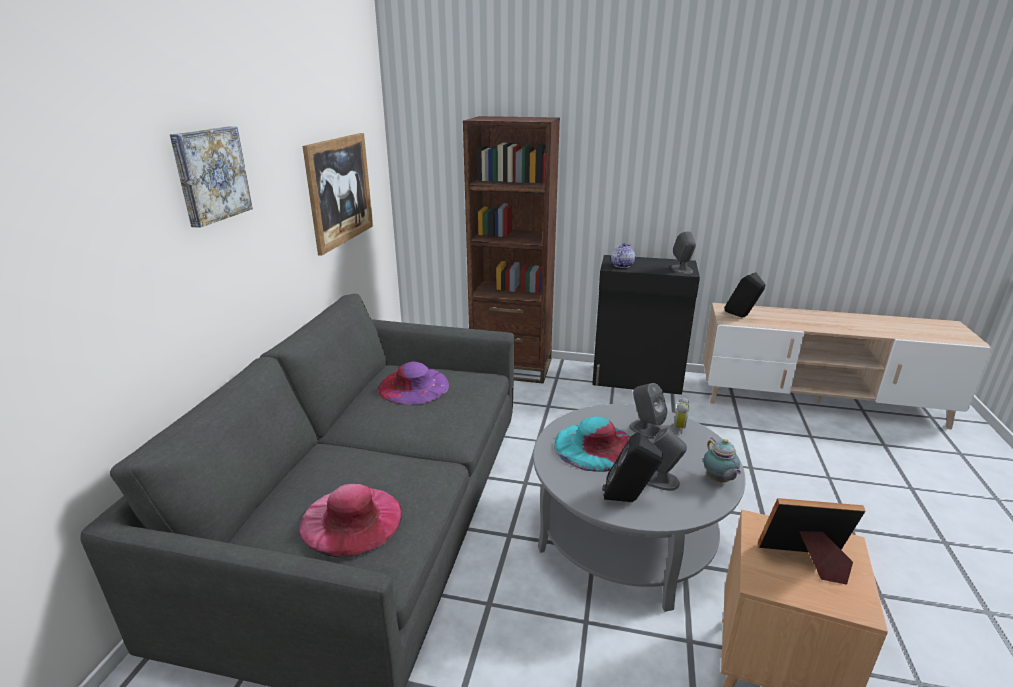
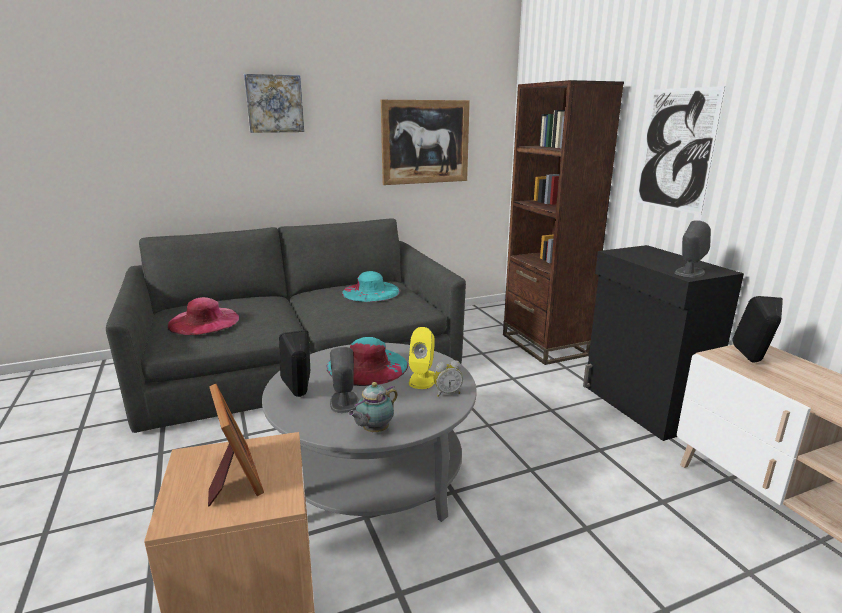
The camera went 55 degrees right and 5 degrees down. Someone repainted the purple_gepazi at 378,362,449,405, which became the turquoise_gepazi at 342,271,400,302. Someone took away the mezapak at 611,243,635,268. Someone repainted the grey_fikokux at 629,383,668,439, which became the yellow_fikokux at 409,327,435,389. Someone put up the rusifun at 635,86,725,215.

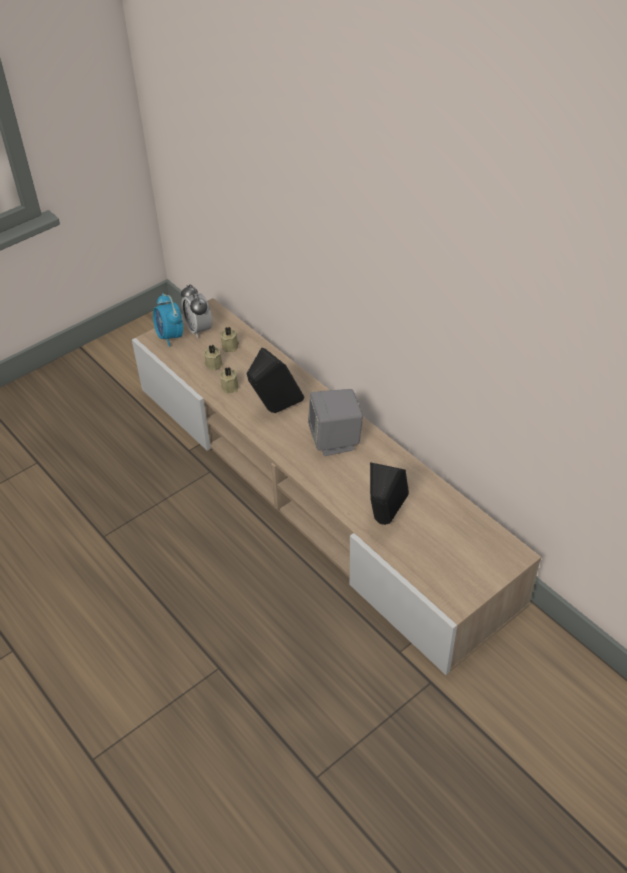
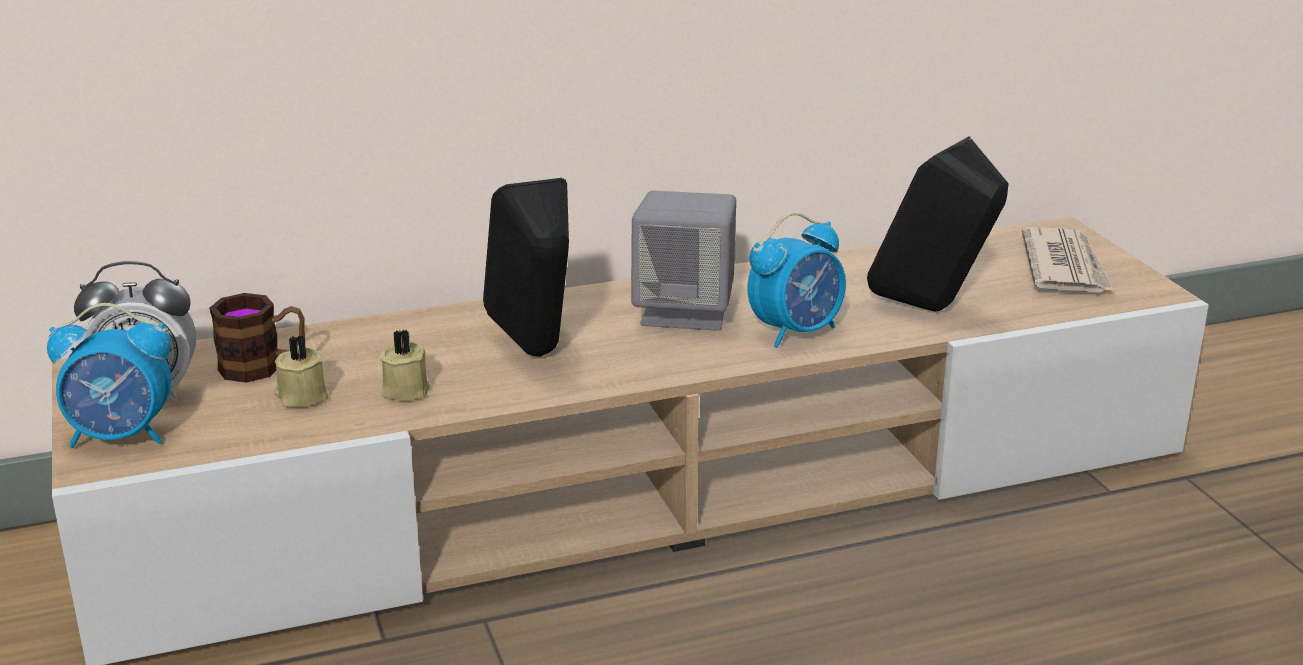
The camera went 70 degrees left and 20 degrees down. Someone swapped the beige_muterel at 220,327,239,352 for the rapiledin at 209,293,305,383. Someone put down the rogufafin at 747,212,846,348. Someone put down the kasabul at 1022,227,1114,292.

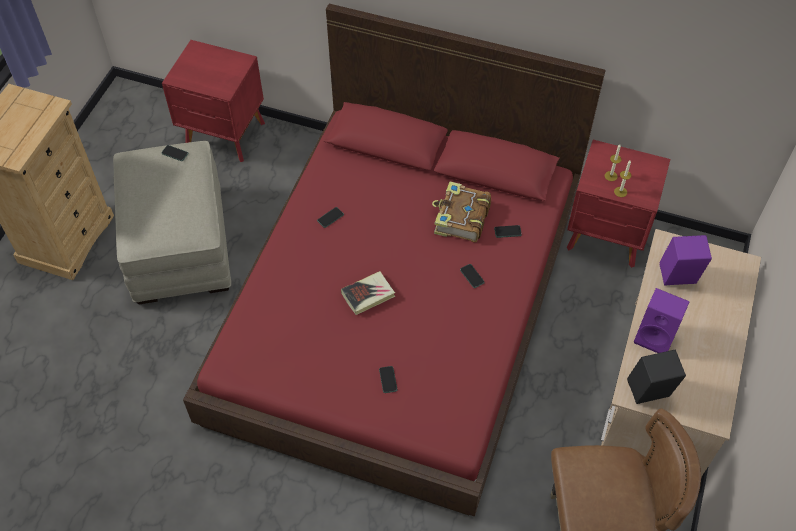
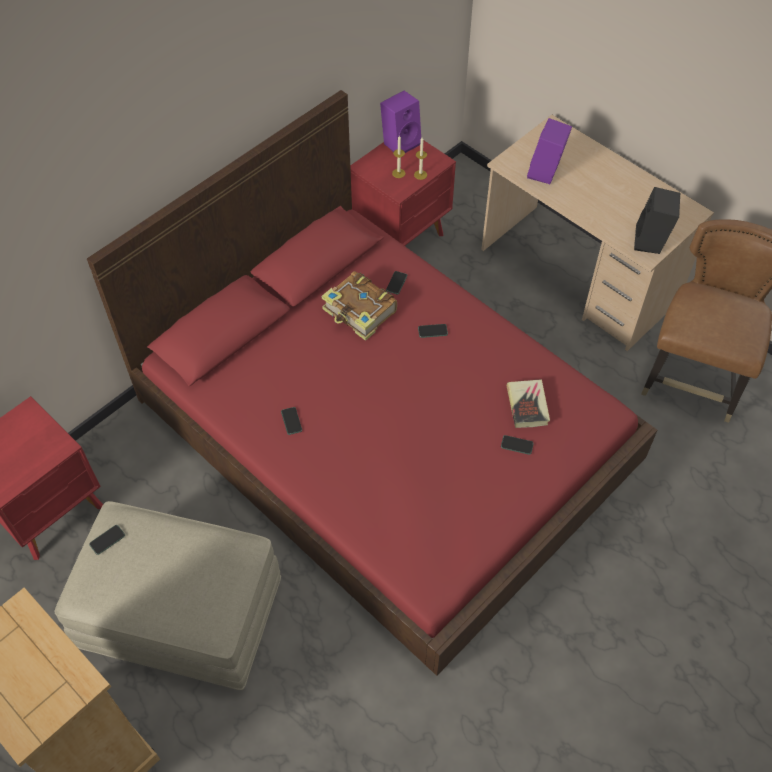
The camera went 65 degrees left and 0 degrees up. Someone carried the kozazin from 341,271,395,315 to 507,379,550,428. Someone carried the purple_fikokux from 634,288,690,353 to 380,91,421,153.

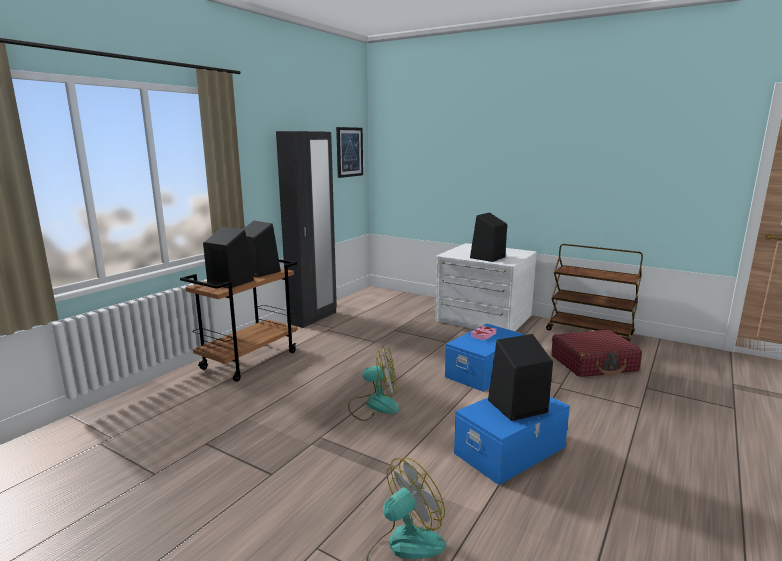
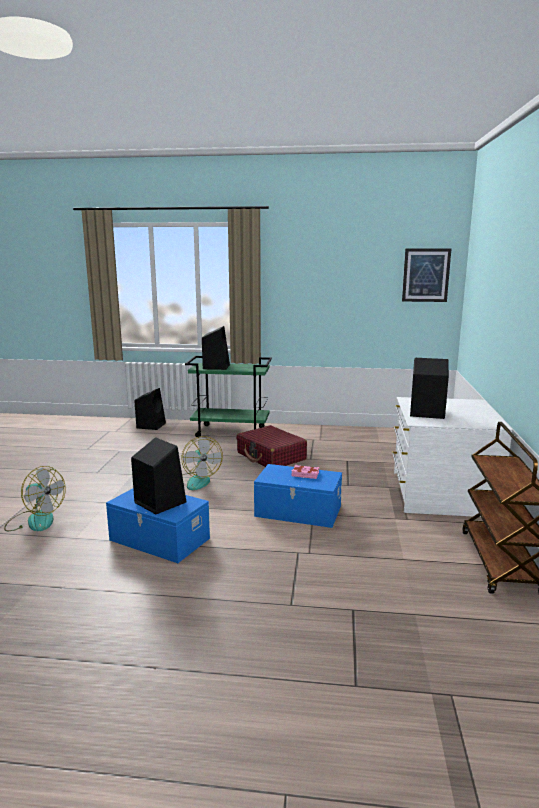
The camera went 65 degrees right and 0 degrees up. Someone repainted the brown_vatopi at 180,259,297,382, which became the green_vatopi at 185,356,272,438. Someone carried the black_fikokux from 243,221,281,278 to 134,388,166,430. Someone took away the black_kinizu at 276,131,337,328. Someone carried the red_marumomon from 551,330,642,377 to 236,425,307,467.

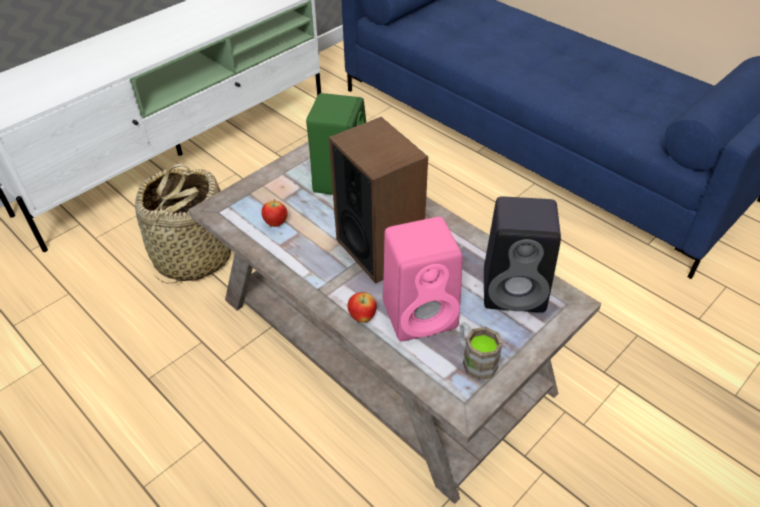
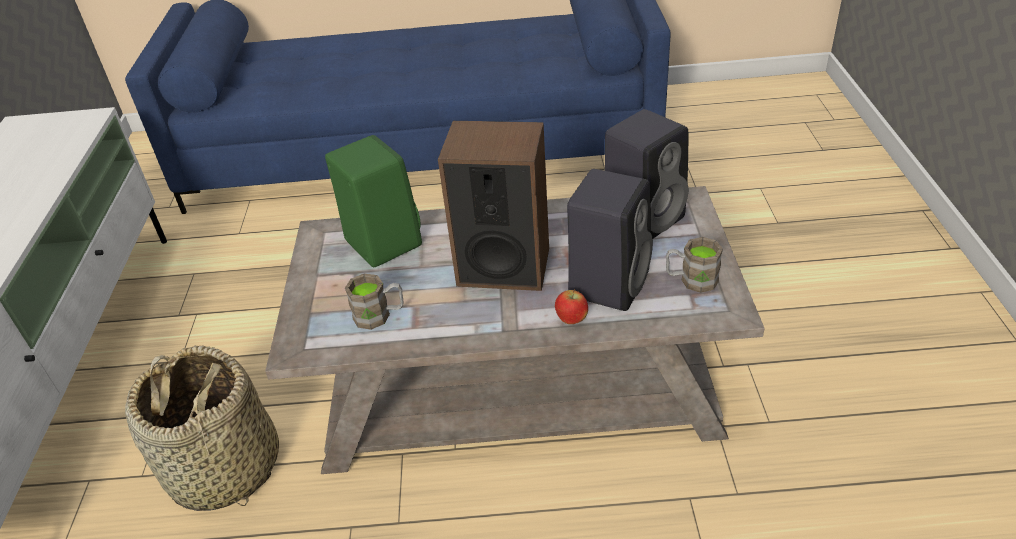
The camera went 45 degrees left and 5 degrees down. Someone swapped the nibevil at 261,199,288,227 for the brown_rapiledin at 345,273,404,330. Someone repainted the pink_fikokux at 383,217,463,341, which became the black_fikokux at 567,169,653,311.

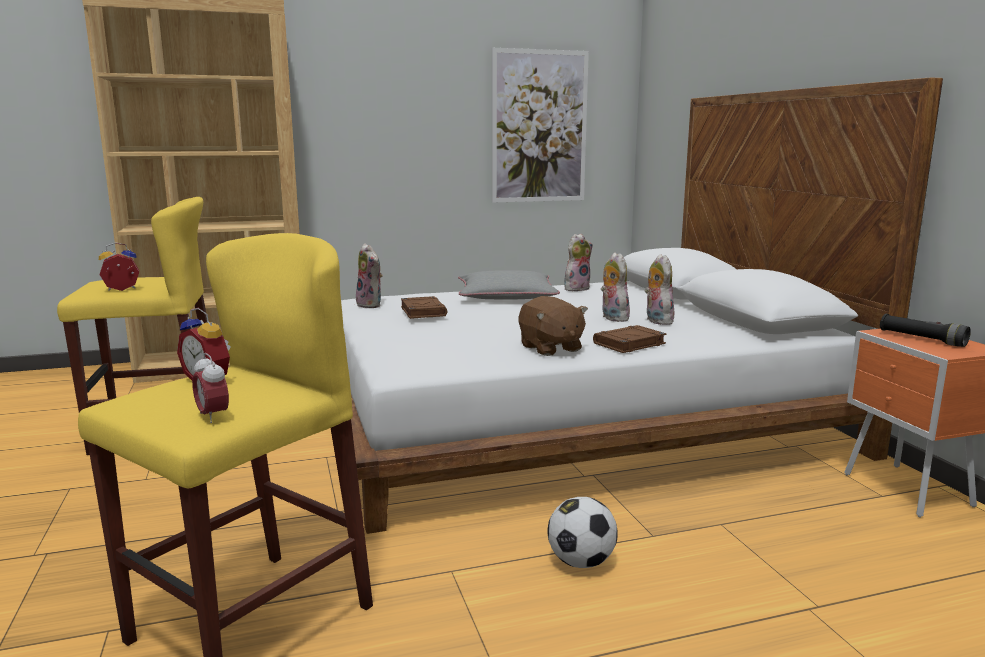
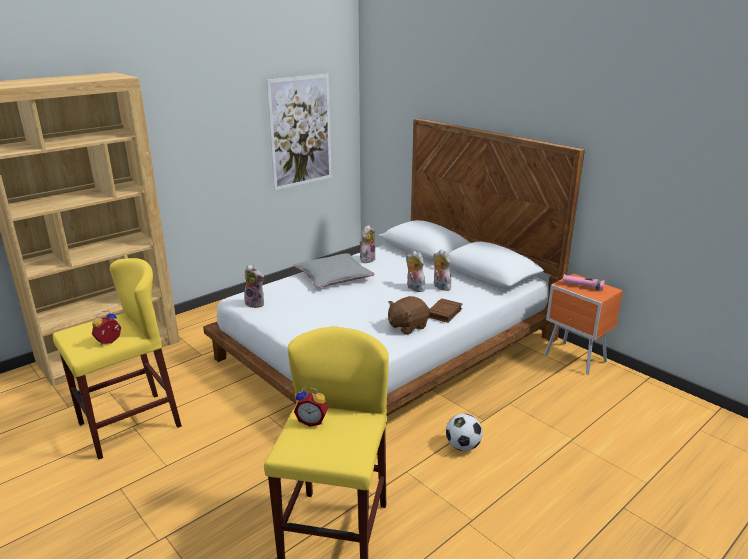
The camera went 25 degrees left and 10 degrees up. Someone took away the rogufafin at 192,353,229,423. Someone took away the brown_kozazin at 401,296,447,319. Someone rotated the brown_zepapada at 518,296,588,356 by 105 degrees clockwise. Someone repainted the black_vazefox at 880,314,971,347, which became the pink_vazefox at 563,274,605,291.

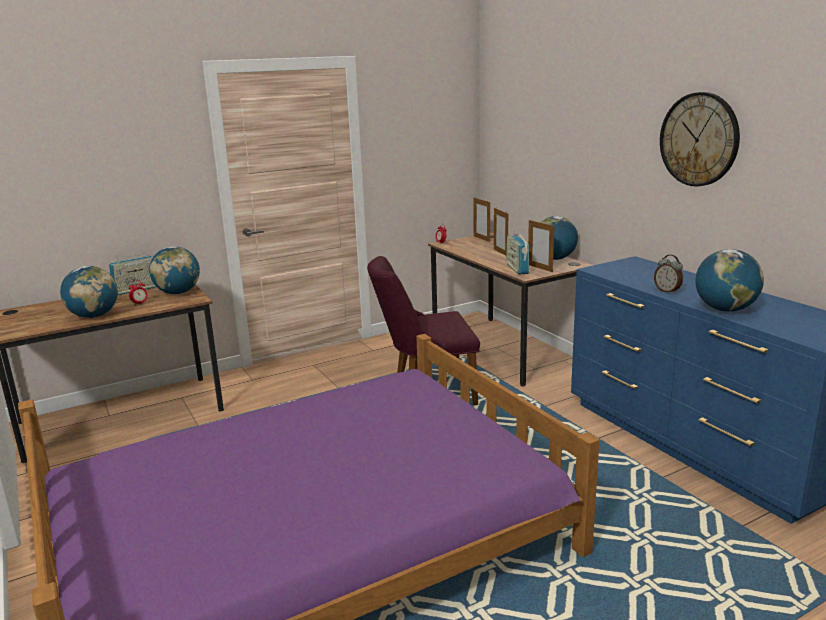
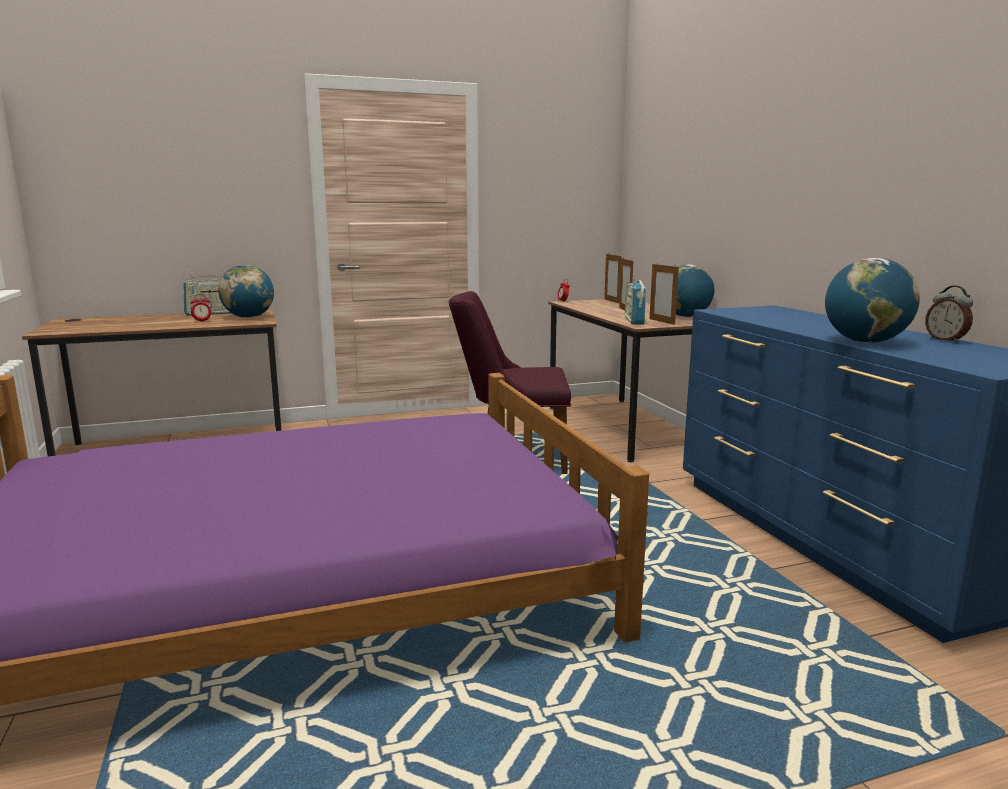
The camera went 10 degrees right and 5 degrees down. Someone took away the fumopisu at 60,266,118,318. Someone carried the rogufafin from 654,255,683,294 to 925,286,973,343. Someone took away the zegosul at 660,92,740,186.

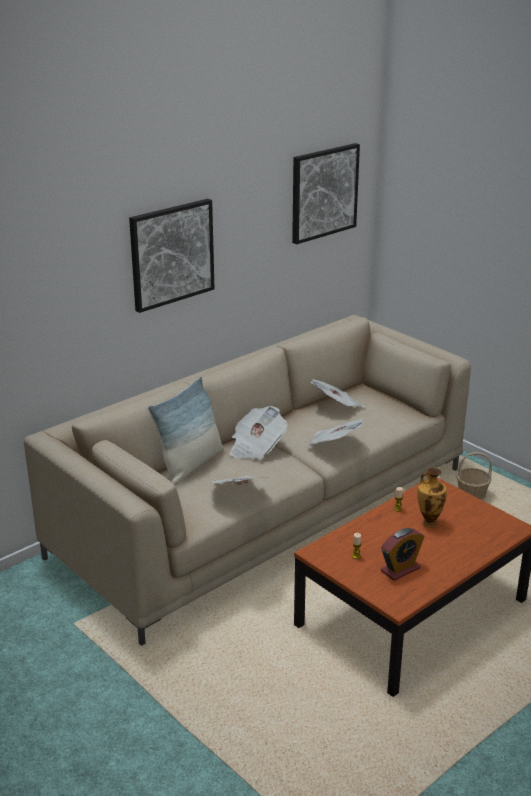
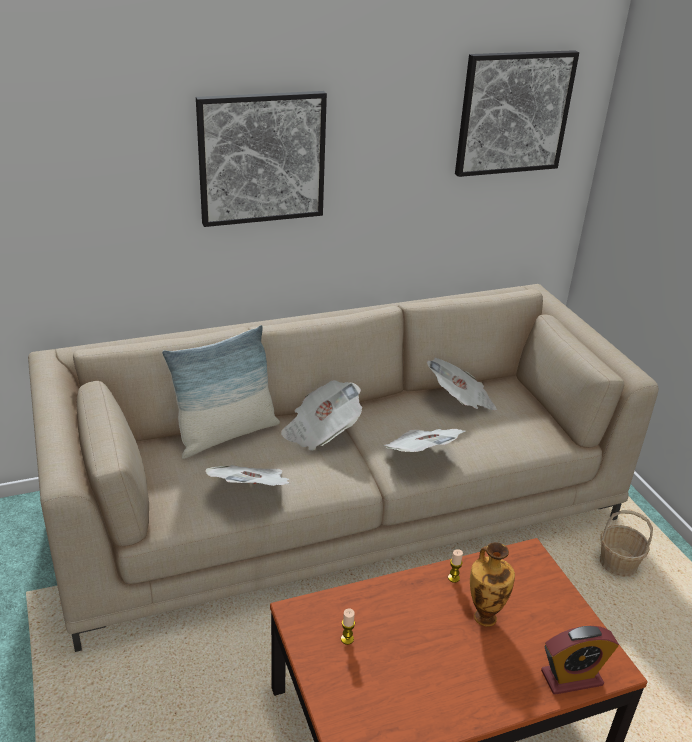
The camera went 20 degrees right and 5 degrees up. Someone carried the rogufafin from 381,528,424,581 to 541,626,619,695.

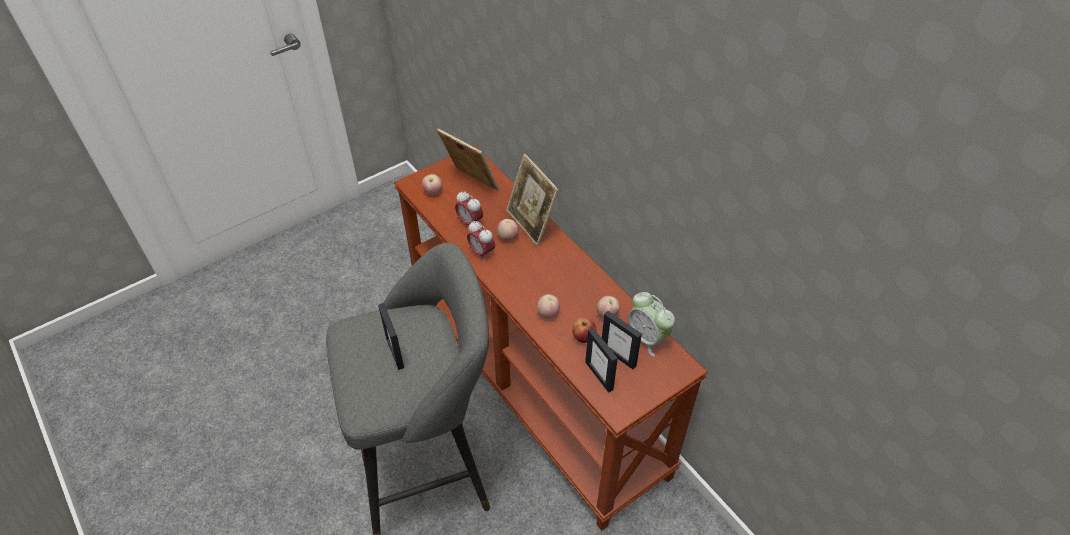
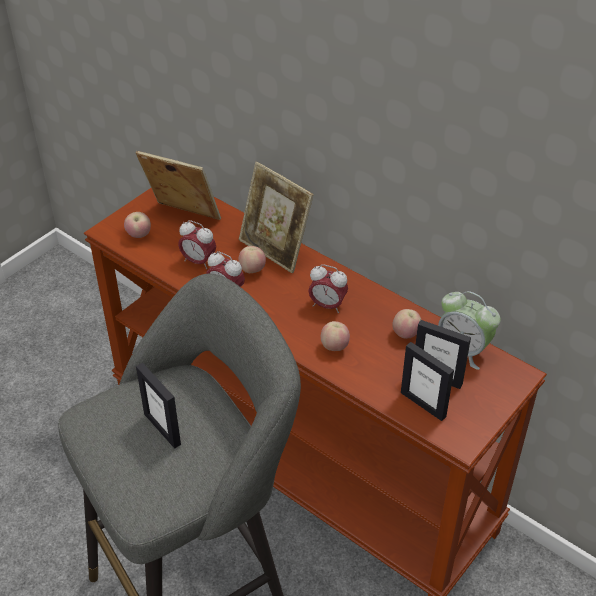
The camera went 15 degrees left and 5 degrees down. Someone took away the nibevil at 572,317,596,343. Someone put down the rogufafin at 308,264,348,313.

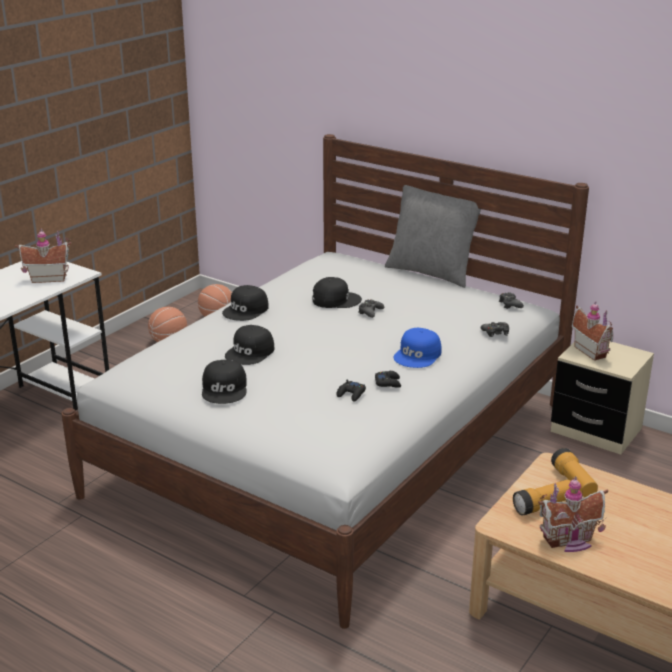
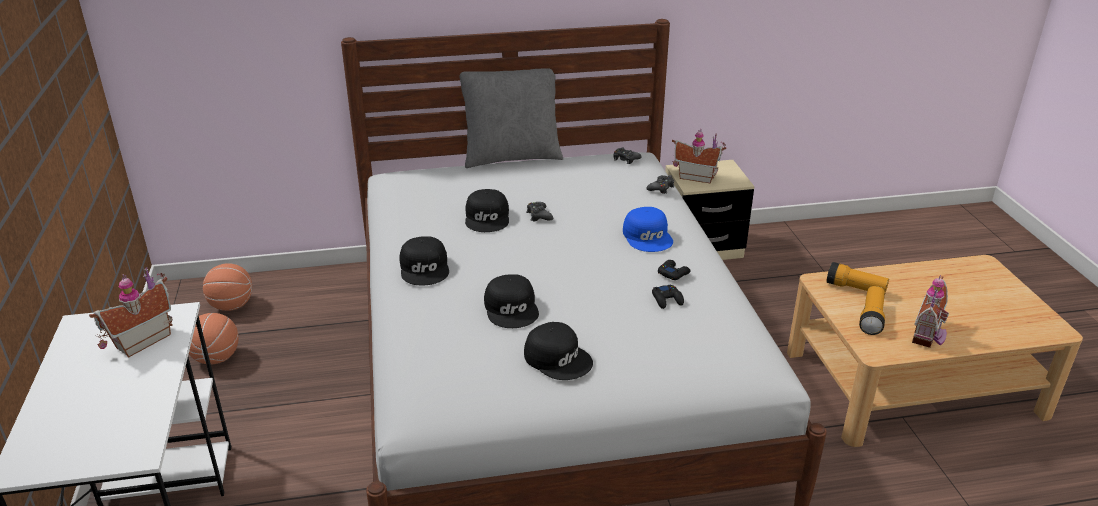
The camera went 45 degrees left and 5 degrees up. Someone rotated the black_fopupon at 313,277,362,308 by 135 degrees clockwise.

